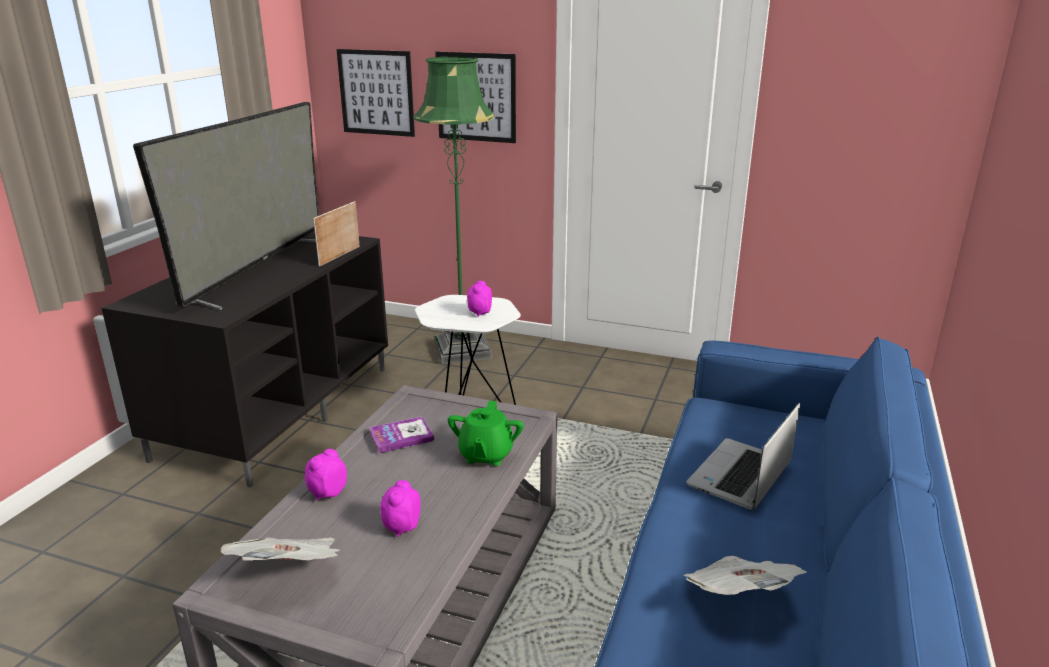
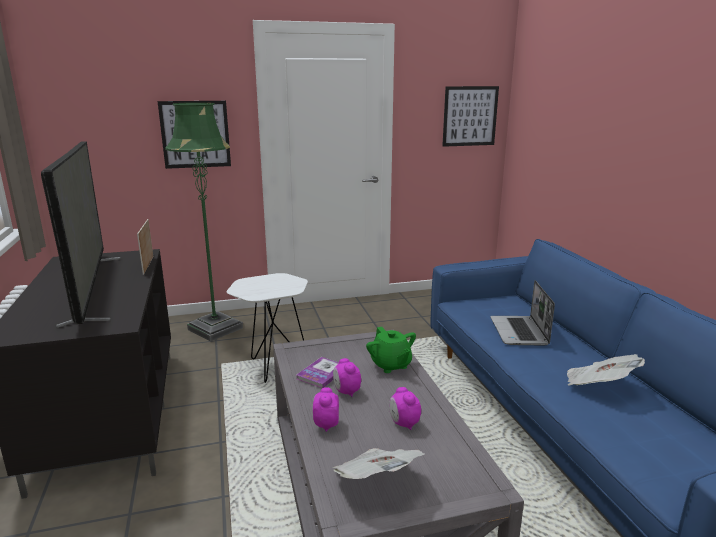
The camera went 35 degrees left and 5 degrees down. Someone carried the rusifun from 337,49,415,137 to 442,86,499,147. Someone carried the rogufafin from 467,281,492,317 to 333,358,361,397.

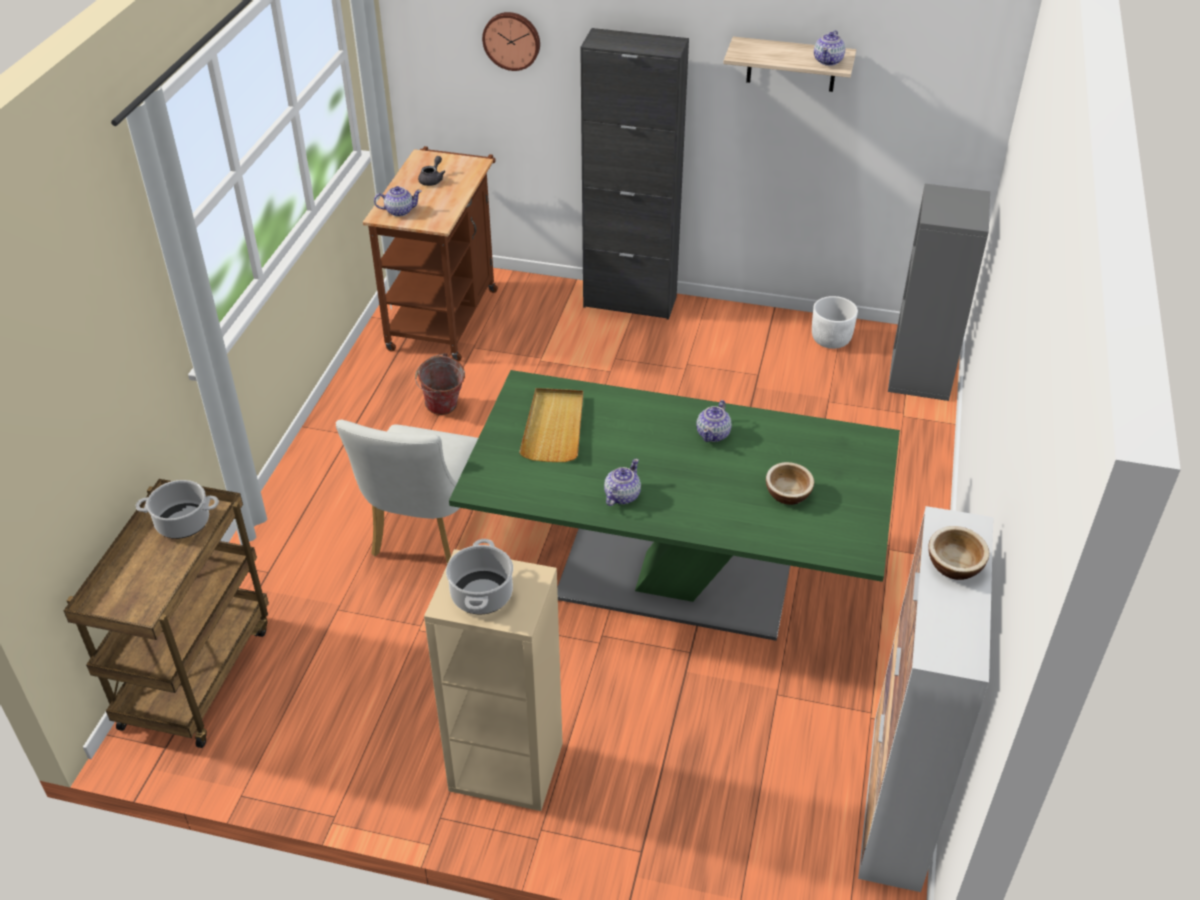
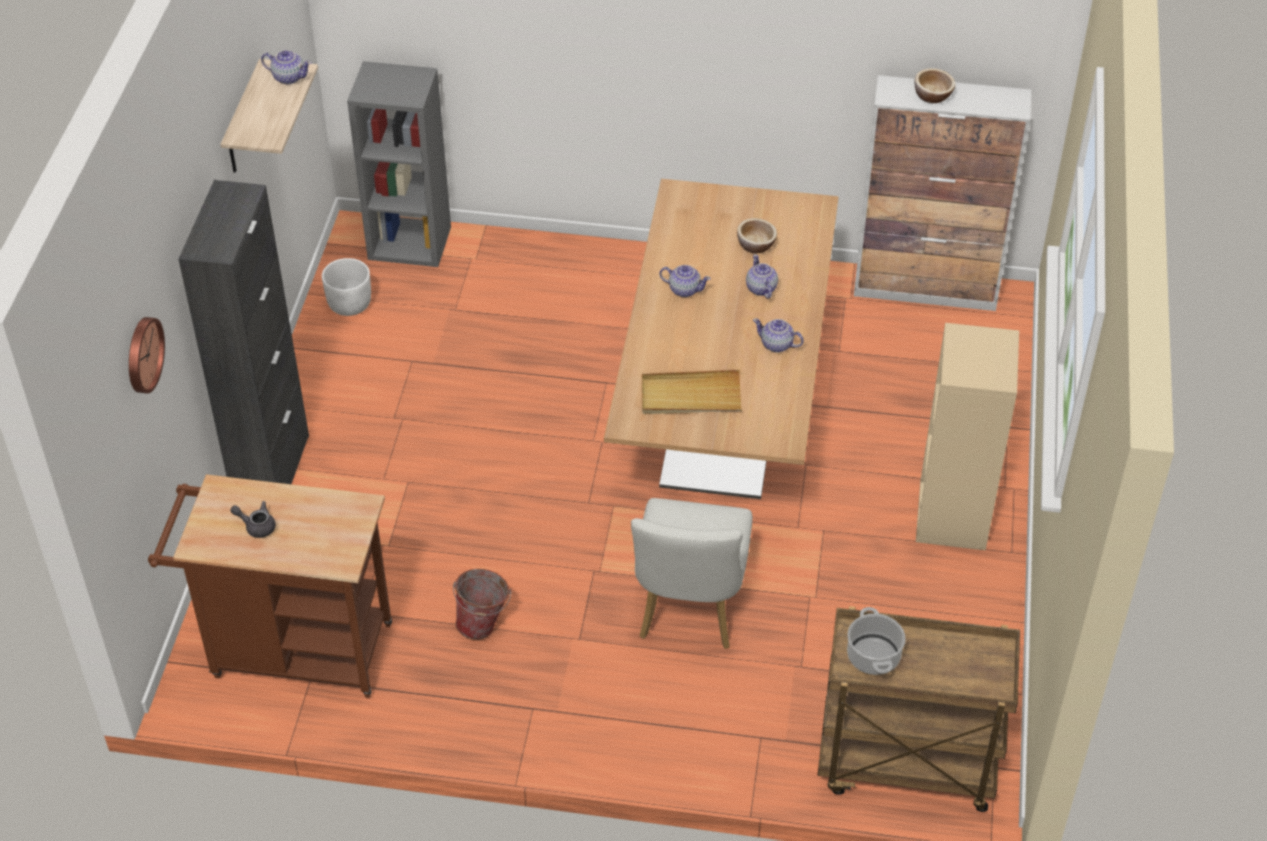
The camera went 95 degrees left and 5 degrees up. Someone rotated the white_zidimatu at 336,420,478,564 by 90 degrees clockwise. Someone carried the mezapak from 374,186,422,217 to 746,254,778,299. Someone took away the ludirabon at 446,539,513,615. Someone repainted the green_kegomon at 449,370,900,641, which became the beige_kegomon at 604,179,839,499.

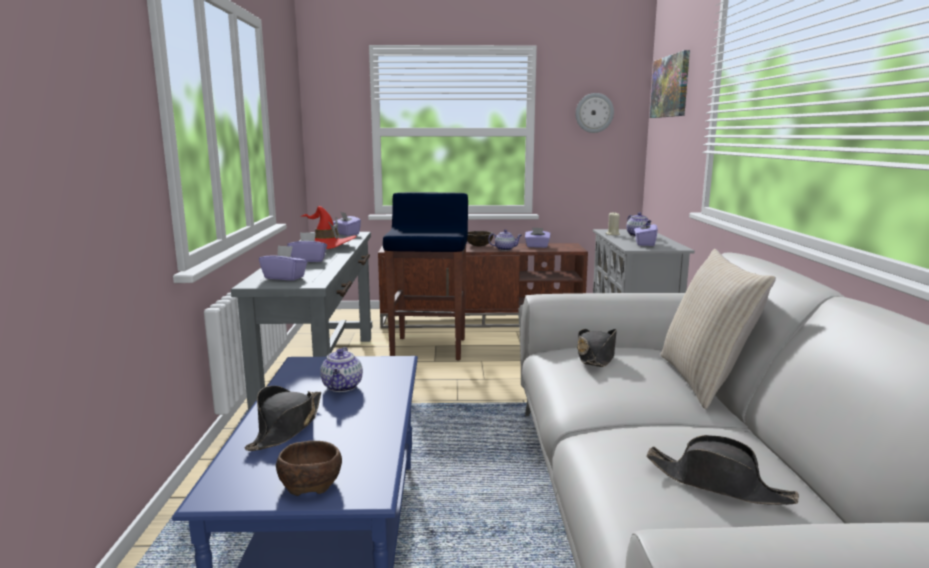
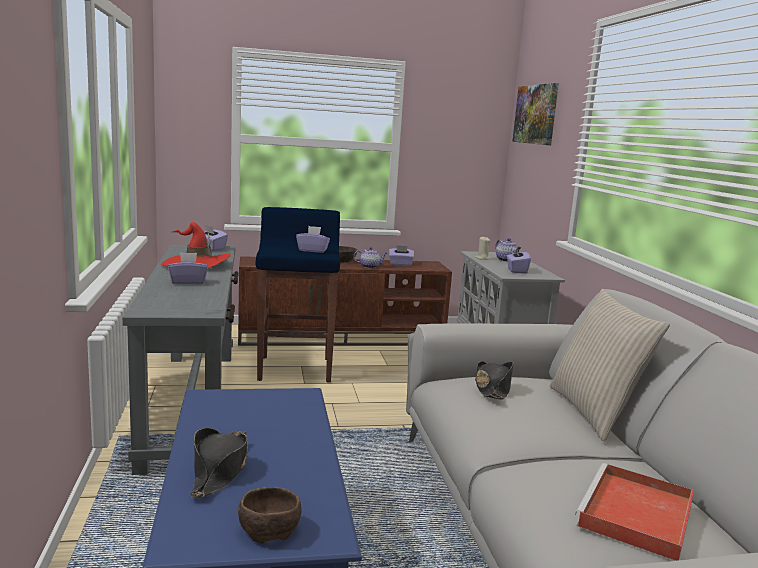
The camera went 10 degrees left and 0 degrees up. Someone carried the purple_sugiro from 259,245,308,281 to 296,226,330,253. Someone took away the mezapak at 320,347,363,392. Someone took away the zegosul at 576,93,614,133. Someone swapped the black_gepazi at 646,435,799,505 for the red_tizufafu at 575,463,694,561.

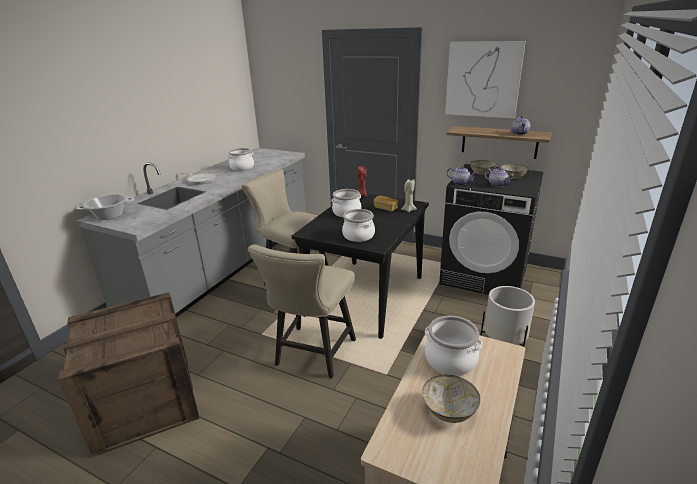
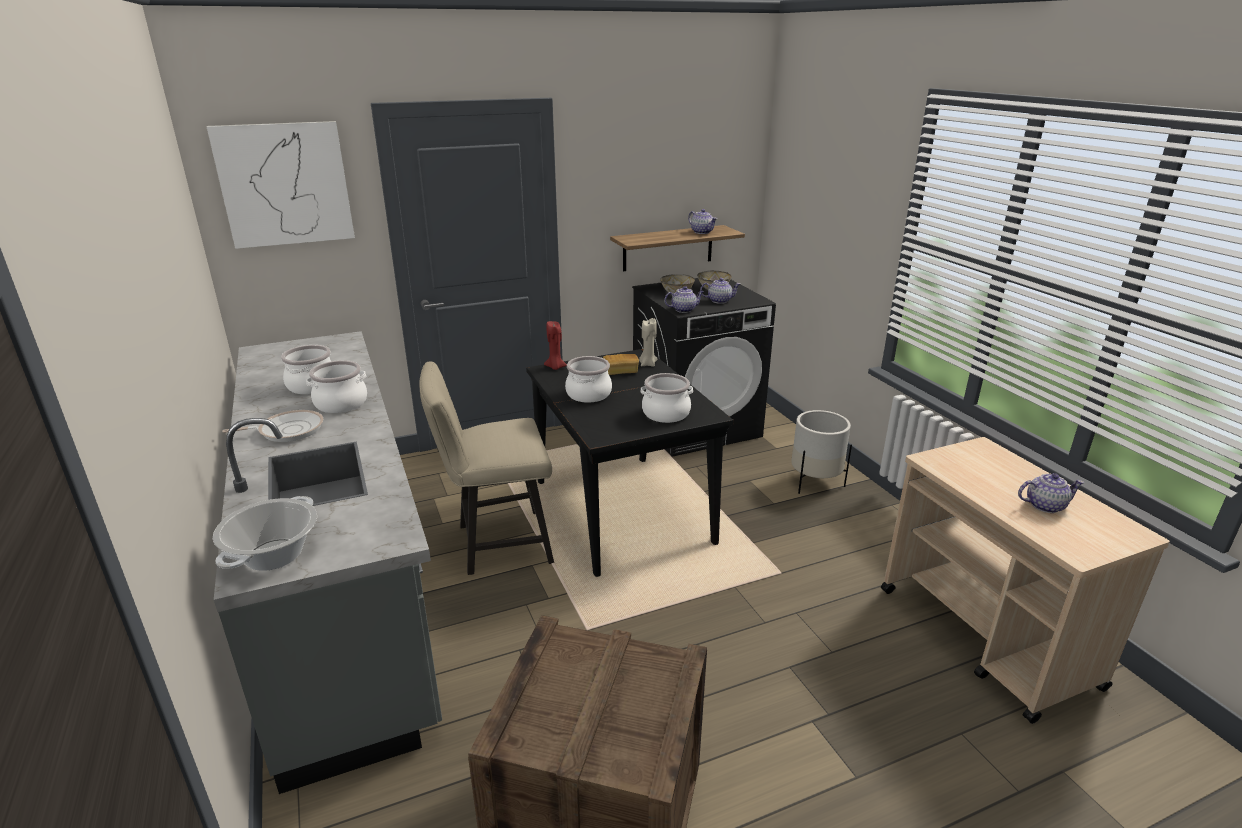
The camera went 50 degrees left and 0 degrees up. Someone took away the beige_zidimatu at 248,244,356,379. Someone swapped the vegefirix at 422,374,480,423 for the mezapak at 1018,473,1084,513. Someone carried the ludirabon from 425,316,482,376 to 306,360,367,413. Someone carried the rusifun from 445,41,526,119 to 207,121,355,249.

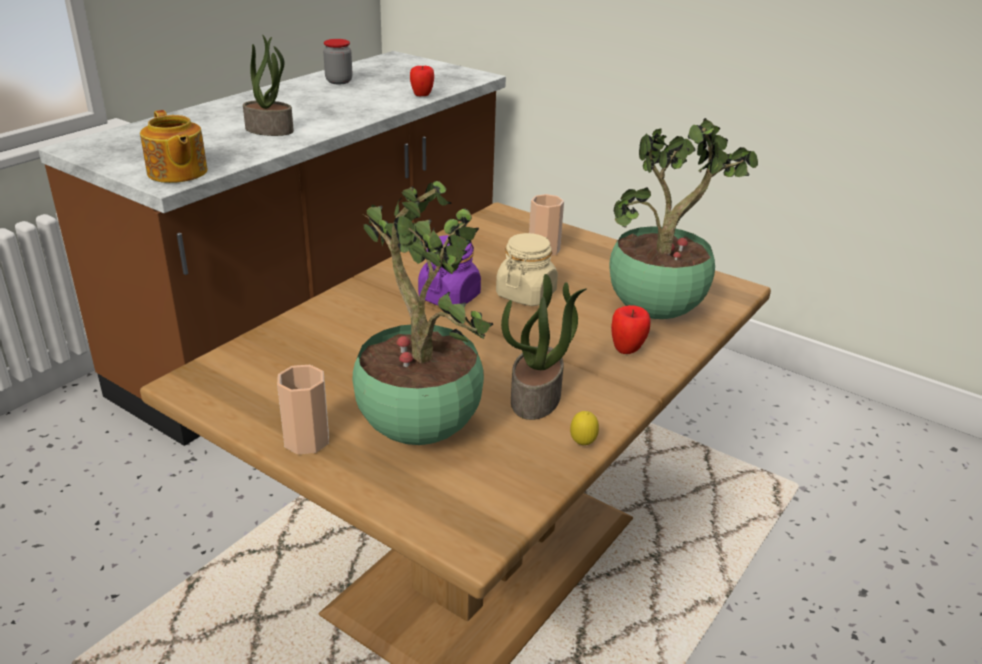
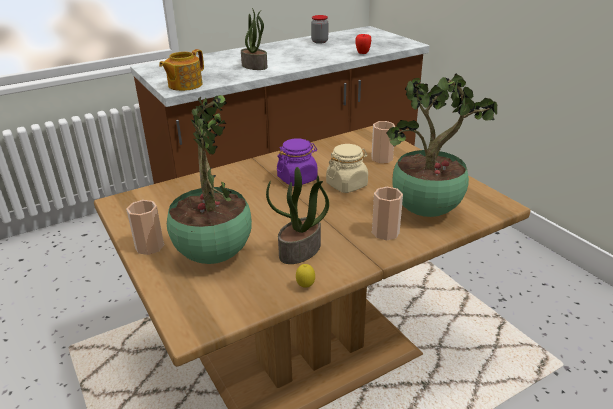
The camera went 25 degrees right and 0 degrees up. Someone rotated the mezapak at 140,110,208,183 by 45 degrees clockwise. Someone swapped the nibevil at 611,305,650,354 for the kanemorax at 372,187,403,240.

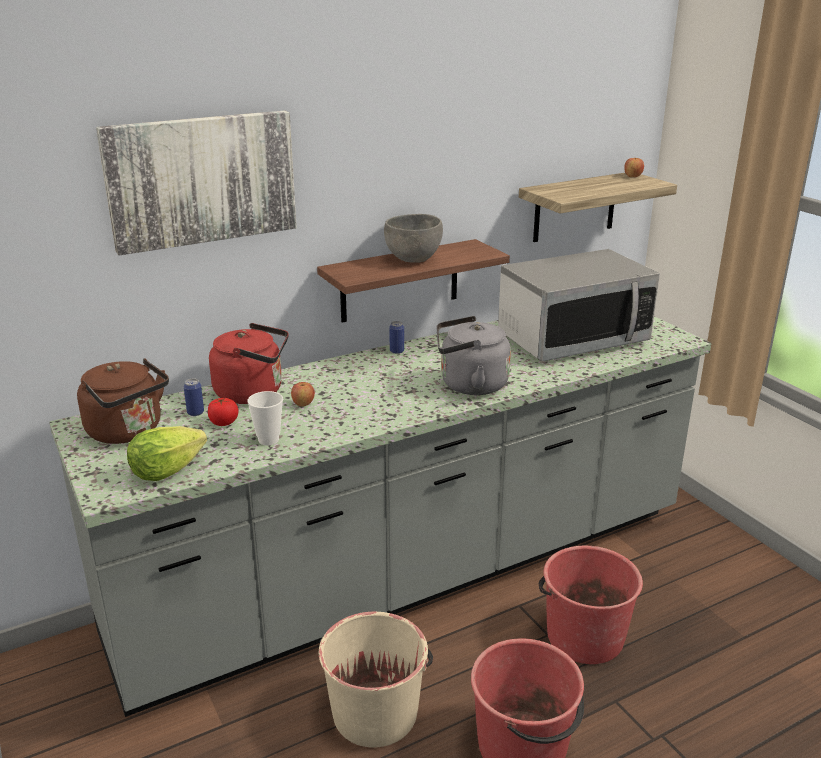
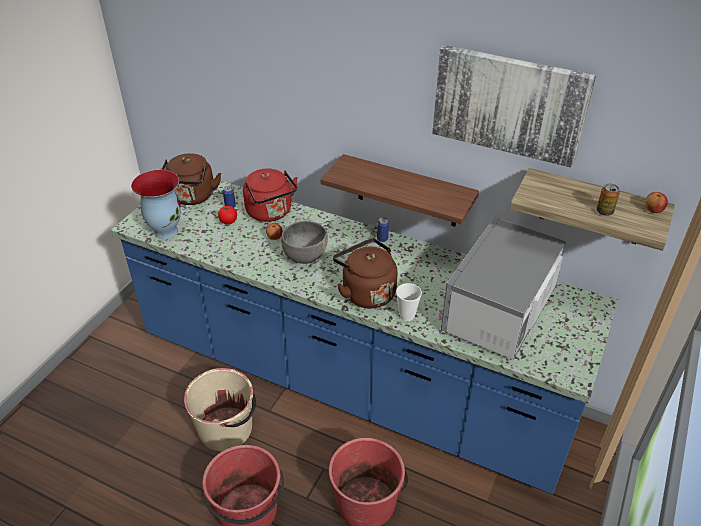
The camera went 55 degrees right and 15 degrees up. Someone repainted the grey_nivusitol at 49,316,711,717, which became the blue_nivusitol at 111,178,618,494. Someone carried the rusifun from 96,110,297,255 to 432,45,596,168. Someone swapped the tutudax at 127,426,207,481 for the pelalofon at 131,170,181,239. Someone carried the kanemorax from 247,391,283,445 to 396,283,422,321. Someone carried the grey_vegefirix from 384,214,443,263 to 281,221,328,264. Someone repainted the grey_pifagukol at 437,316,511,395, which became the brown_pifagukol at 333,238,398,308. Someone rotated the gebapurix at 498,249,660,362 by 90 degrees clockwise. Someone put down the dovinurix at 596,184,620,216.

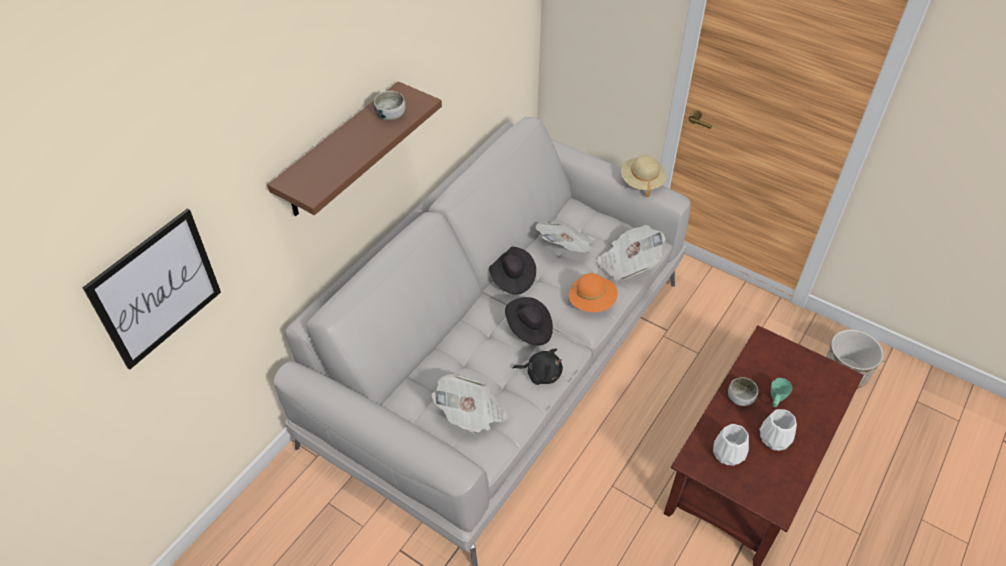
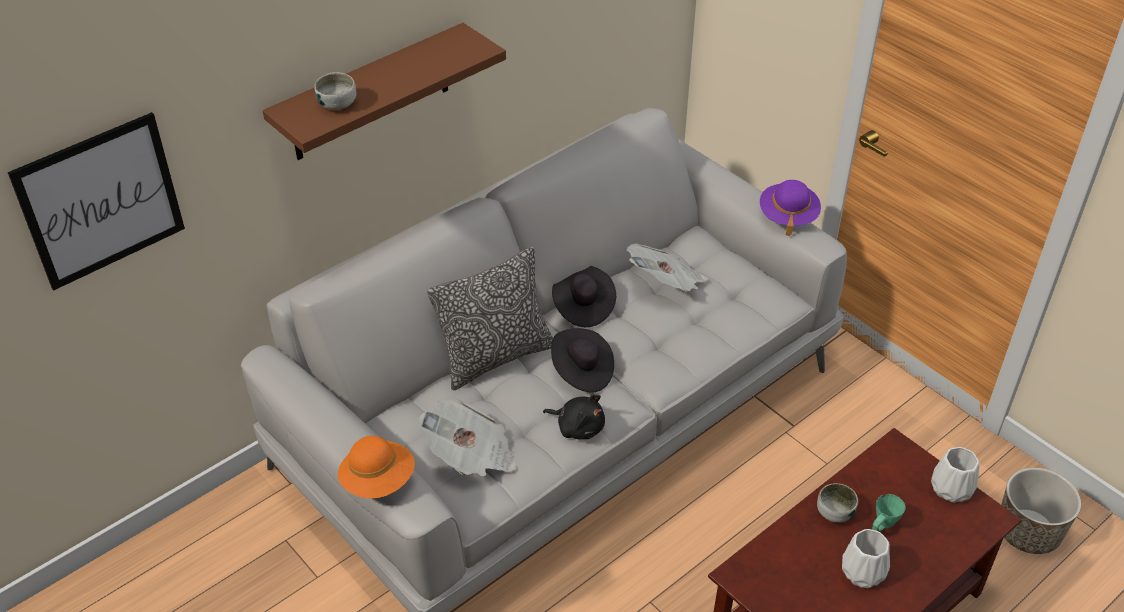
The camera went 15 degrees right and 5 degrees down. Someone carried the vegefirix from 374,90,406,120 to 314,72,357,110. Someone carried the orange_gepazi from 569,273,618,312 to 338,436,415,499. Someone took away the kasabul at 597,225,666,281. Someone repainted the beige_gepazi at 621,155,666,197, which became the purple_gepazi at 760,180,821,236. Someone carried the white_pelalofon from 713,424,749,466 to 931,447,980,503. Someone put down the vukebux at 427,247,553,390.

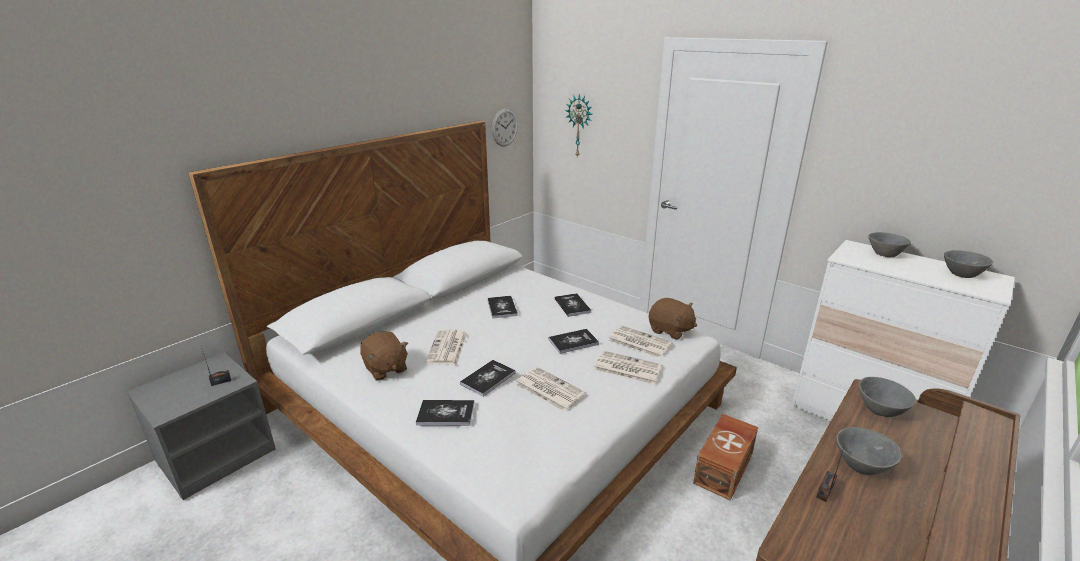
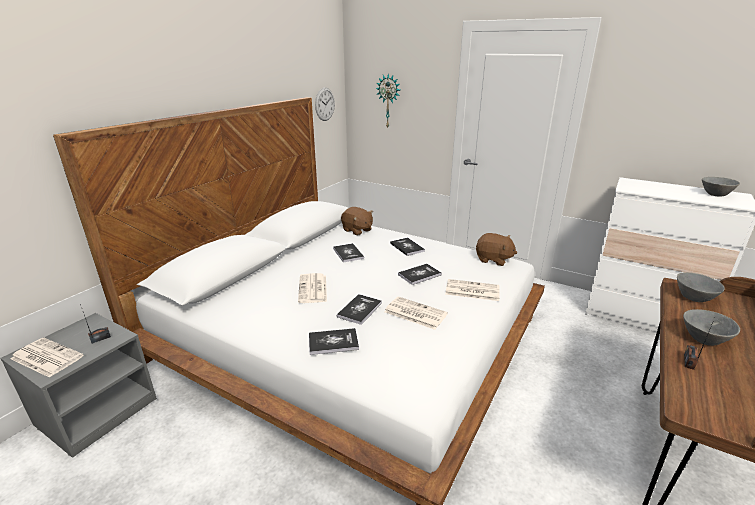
The camera went 10 degrees left and 0 degrees up. Someone carried the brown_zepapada from 360,332,408,381 to 341,207,373,235. Someone carried the kasabul from 608,325,673,358 to 10,338,83,378. Someone took away the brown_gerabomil at 693,414,758,501. Someone took away the grey_vegefirix at 868,232,911,257.

